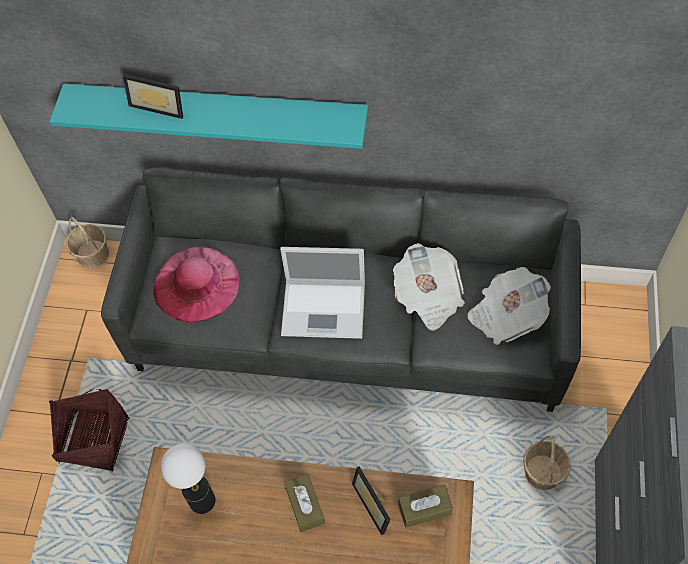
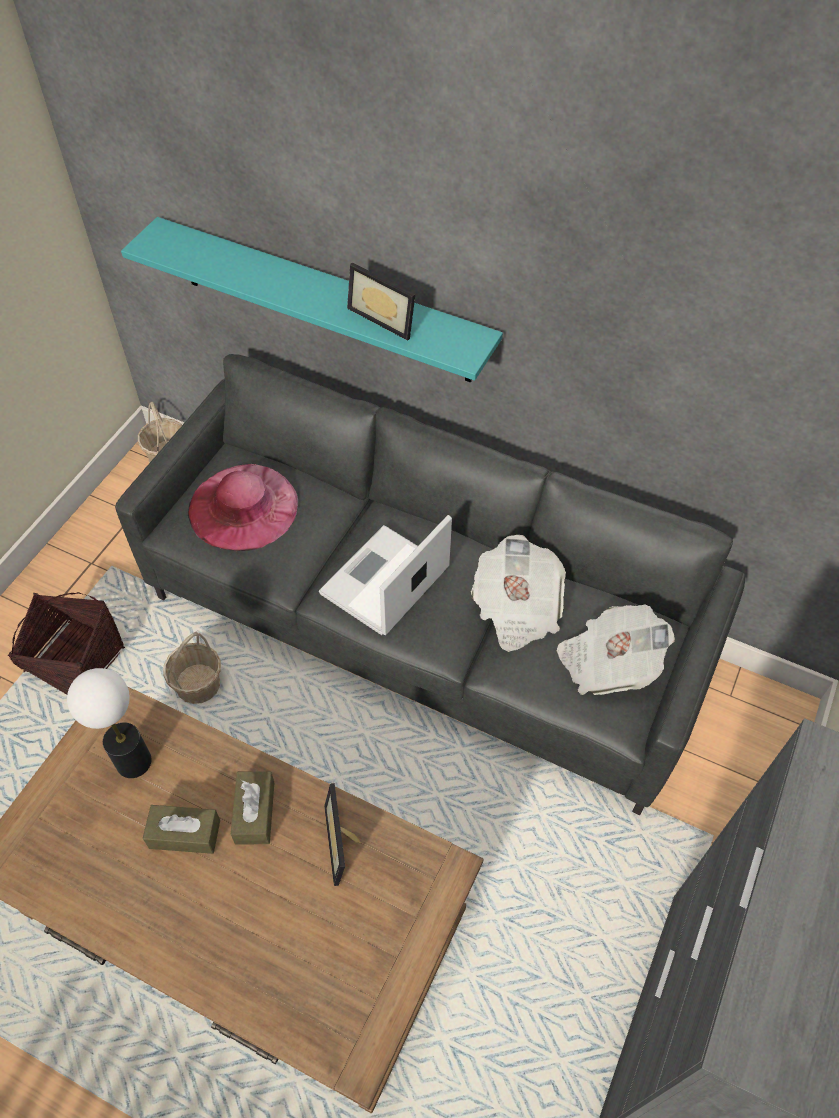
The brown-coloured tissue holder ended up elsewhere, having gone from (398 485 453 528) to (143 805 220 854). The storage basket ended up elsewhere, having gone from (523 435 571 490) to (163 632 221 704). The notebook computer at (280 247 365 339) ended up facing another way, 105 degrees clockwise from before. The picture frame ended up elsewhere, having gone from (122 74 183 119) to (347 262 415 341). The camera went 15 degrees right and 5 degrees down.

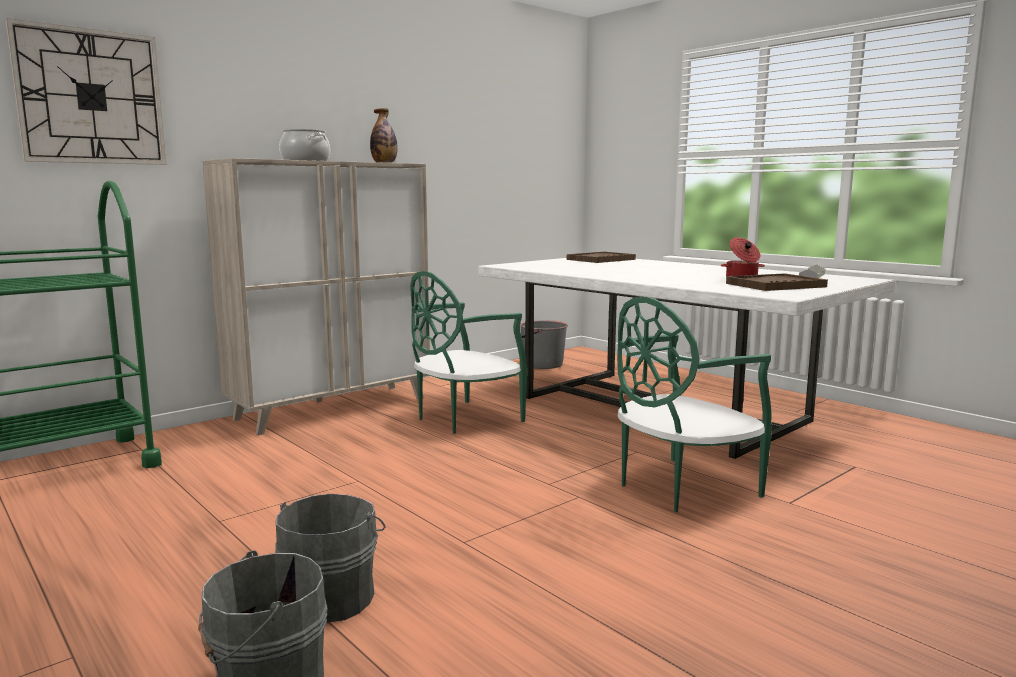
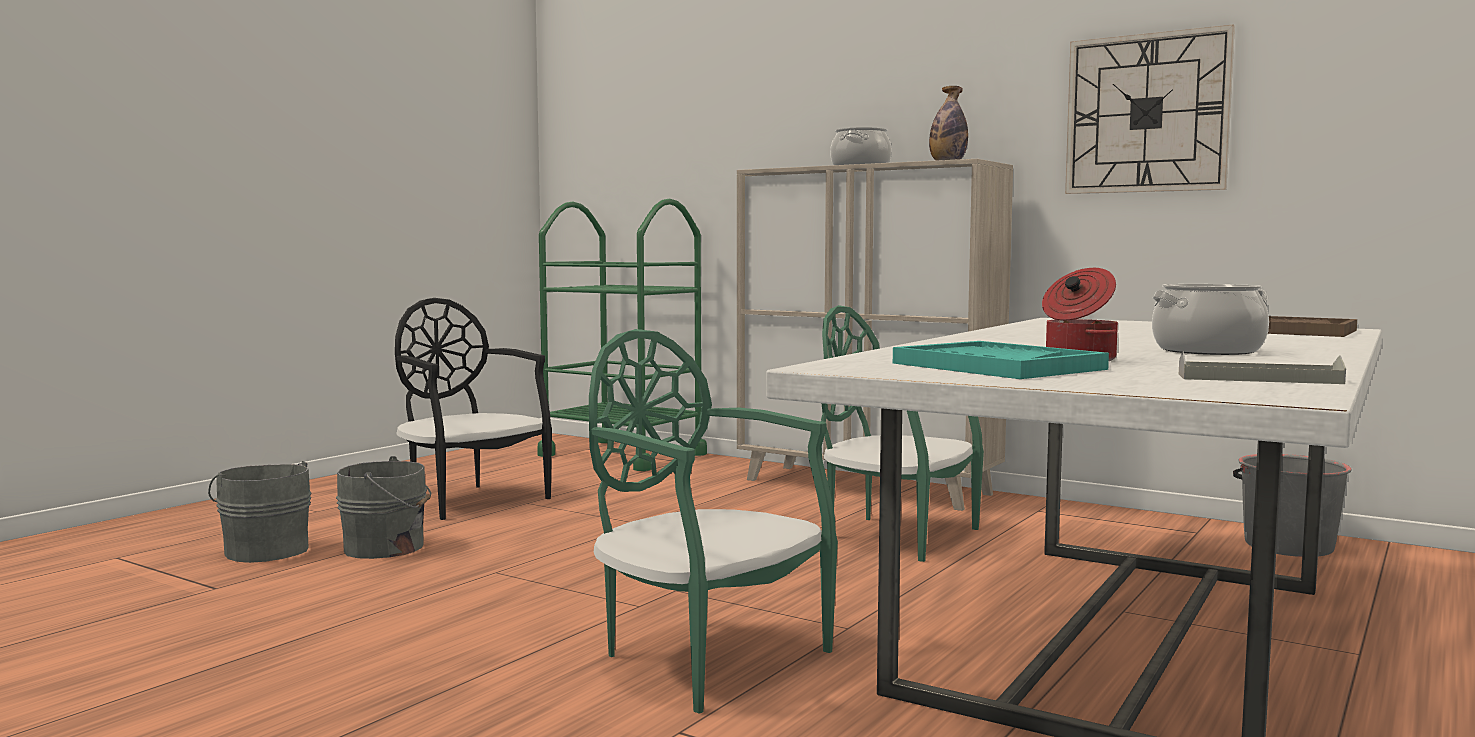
The second view gained the blackish chair at (395 298 552 520). What was the brown-coloured serving tray at (726 273 828 291) turned into the turquoise serving tray at (893 341 1109 379). The hanging clock ended up elsewhere, having gone from (5 18 166 165) to (1065 24 1235 194). The second view gained the saucepot at (1152 284 1269 355). The camera went 75 degrees right and 5 degrees down.

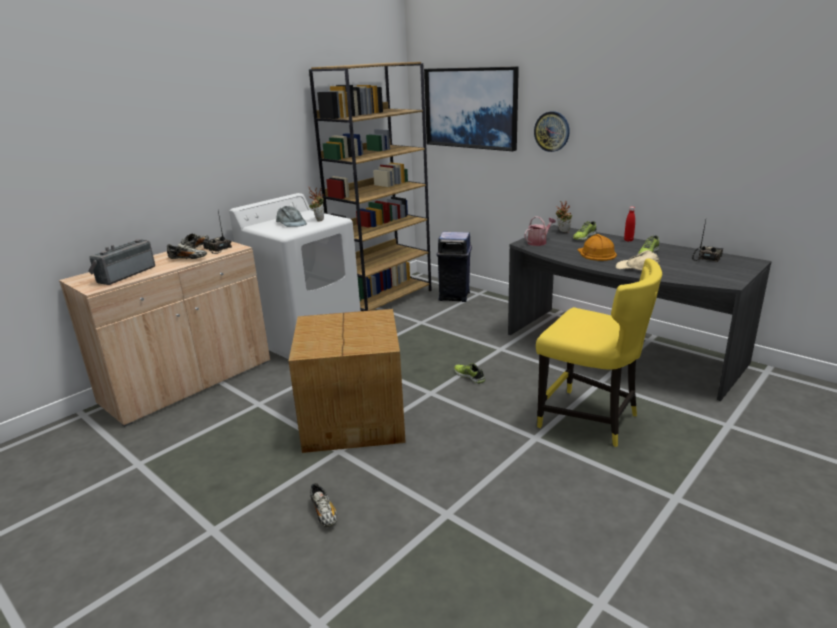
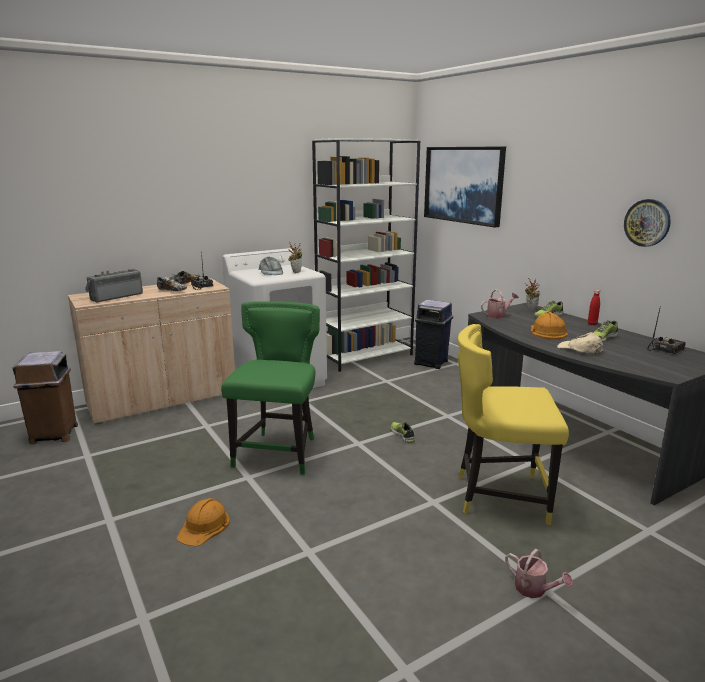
The second view gained the brown-coloured waste bin at (12 351 78 444). Where the low shoe stood at (310 483 338 527), the orange-coloured safety helmet came to stand at (177 498 230 547). Where the cardboard box stood at (289 309 406 453), the green-coloured chair came to stand at (221 301 320 475). What was the brown-coloured shelving unit at (309 62 432 311) turned into the whitish shelving unit at (312 138 420 372). The yellow chair at (536 259 662 447) ended up facing another way, 135 degrees clockwise from before. The second view gained the watering can at (505 549 573 598). The hanging clock ended up elsewhere, having gone from (534 111 570 152) to (624 199 671 247). The camera went 15 degrees right and 5 degrees down.

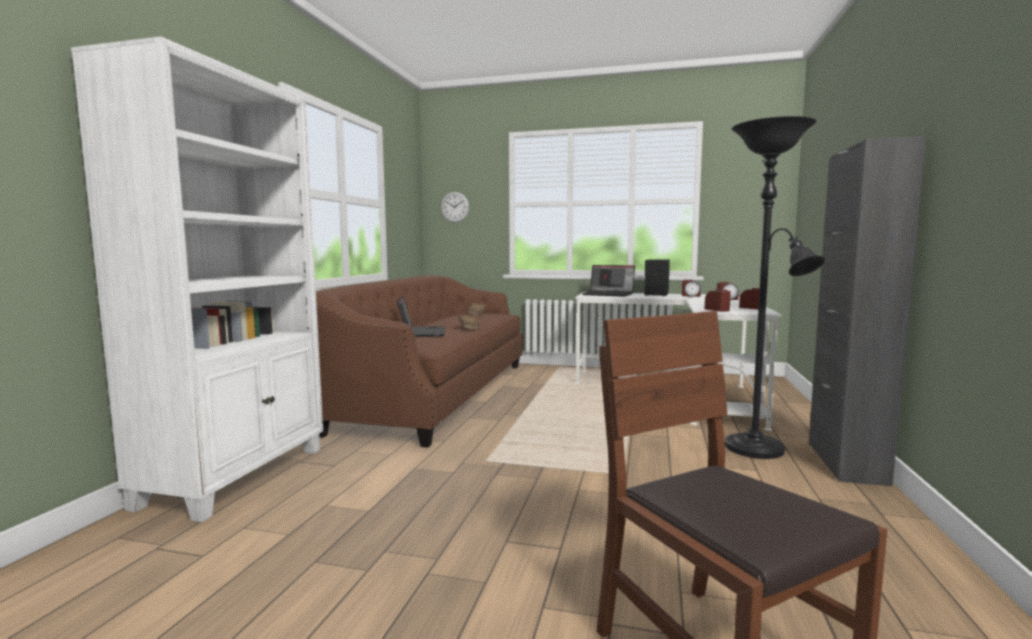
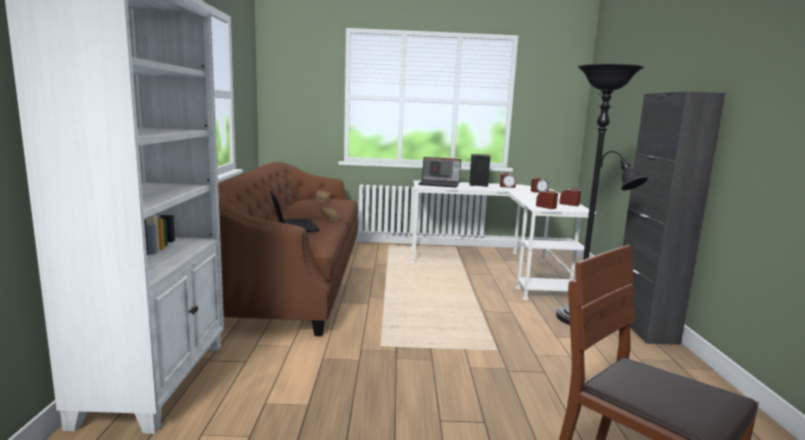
The second view lost the hanging clock at (441 192 469 223). The camera went 15 degrees left and 5 degrees up.

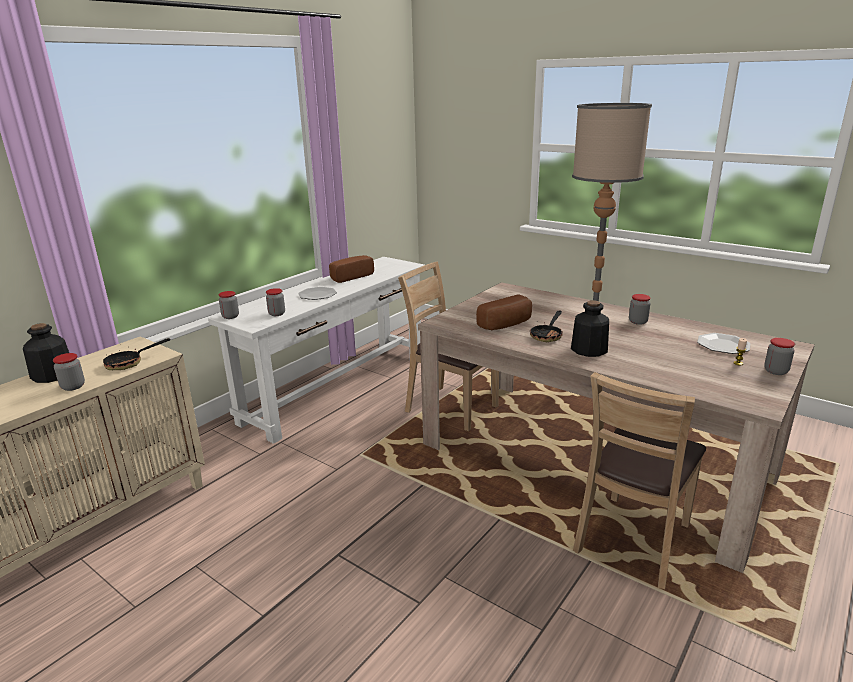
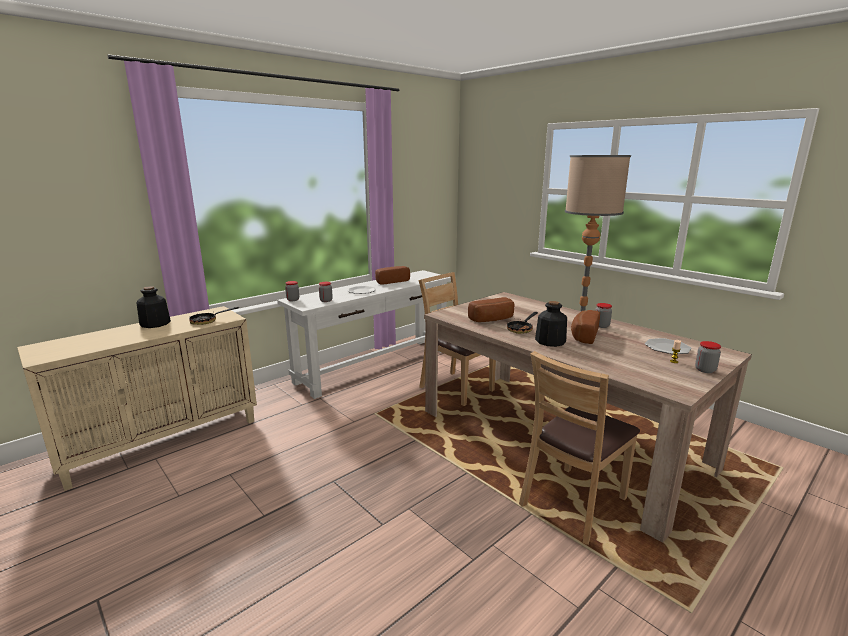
The second view gained the bread at (571 310 600 344). The second view lost the preserve jar at (53 353 85 391). The camera went 10 degrees right and 5 degrees down.

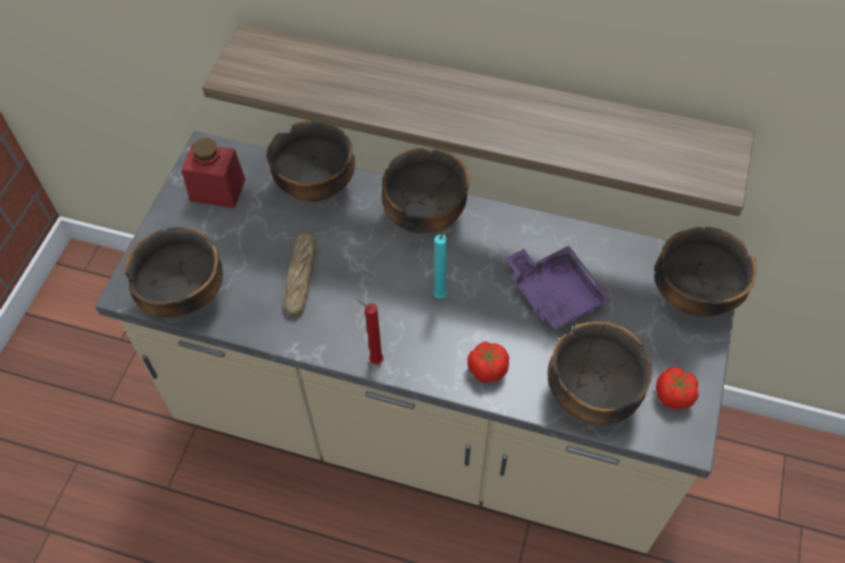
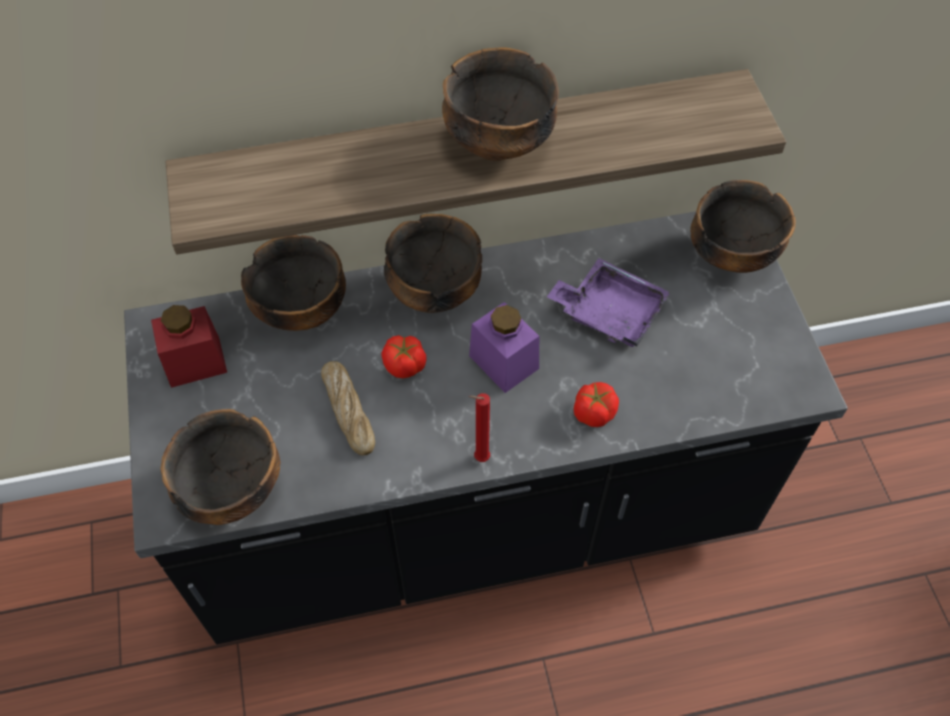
What was the beige kitchen counter at (95 131 735 553) turned into the blackish kitchen counter at (124 211 848 644). The fresh tomato ended up elsewhere, having gone from (656 367 698 409) to (382 335 427 378). The serving bowl ended up elsewhere, having gone from (548 321 652 425) to (442 48 559 161). Where the turquoise candle stood at (433 229 453 298), the purple preserve jar came to stand at (469 302 539 393). The camera went 30 degrees left and 0 degrees up.

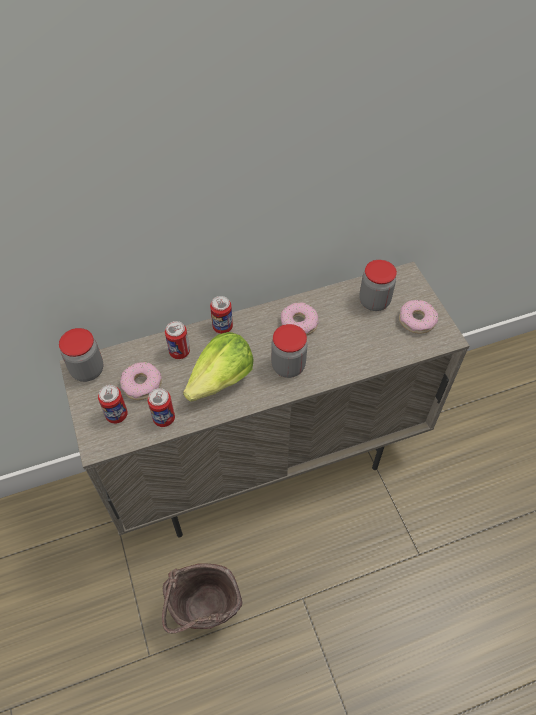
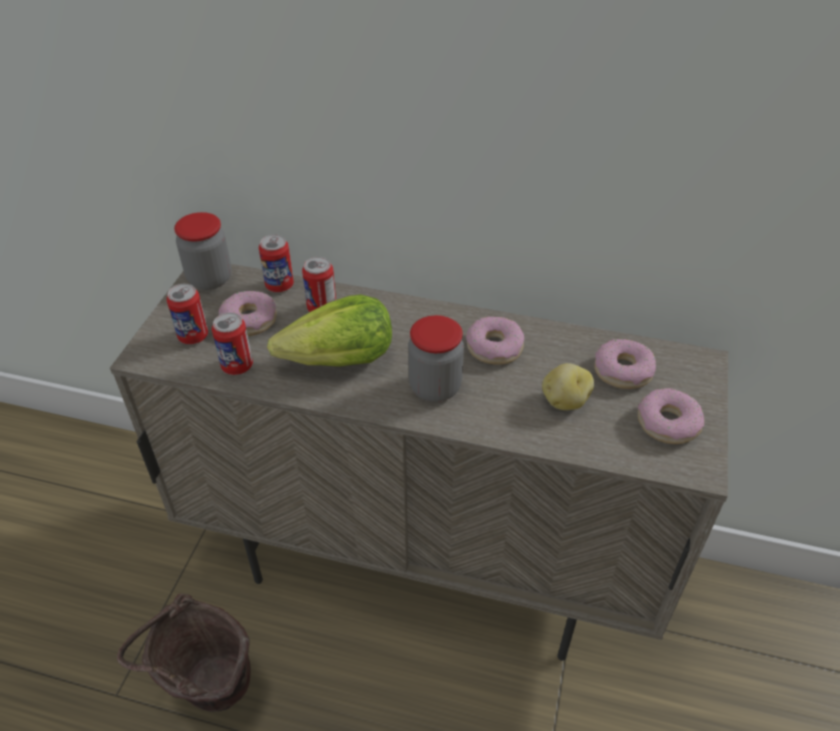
The can ended up elsewhere, having gone from (210 296 233 334) to (259 234 294 292). The second view gained the potato at (542 363 594 410). Where the preserve jar stood at (359 260 397 311), the donut came to stand at (594 339 656 389). The camera went 35 degrees right and 10 degrees down.

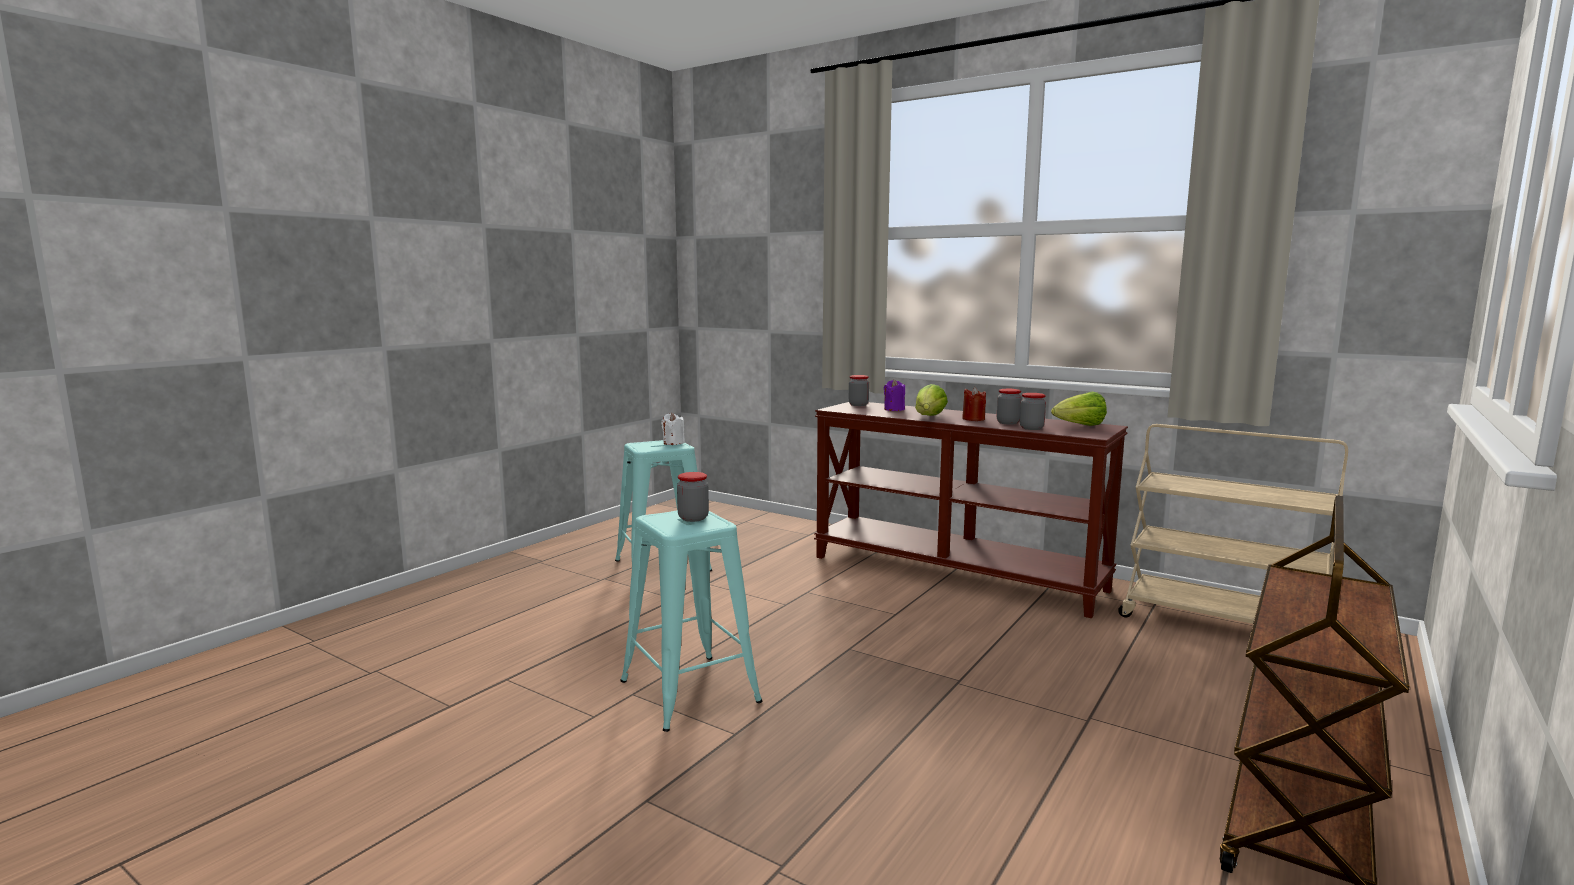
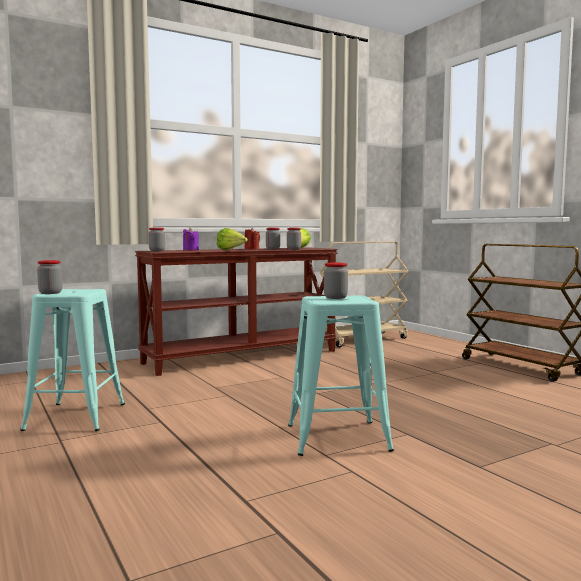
The second view gained the preserve jar at (37 260 63 294). The second view lost the whitish candle at (661 413 685 445). The camera went 65 degrees left and 5 degrees down.

